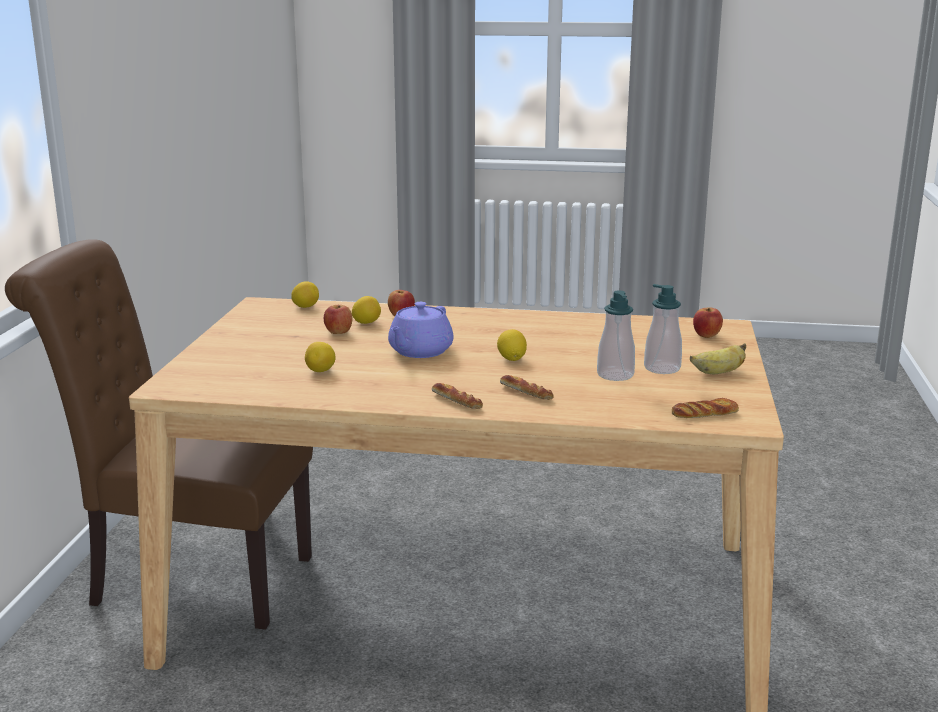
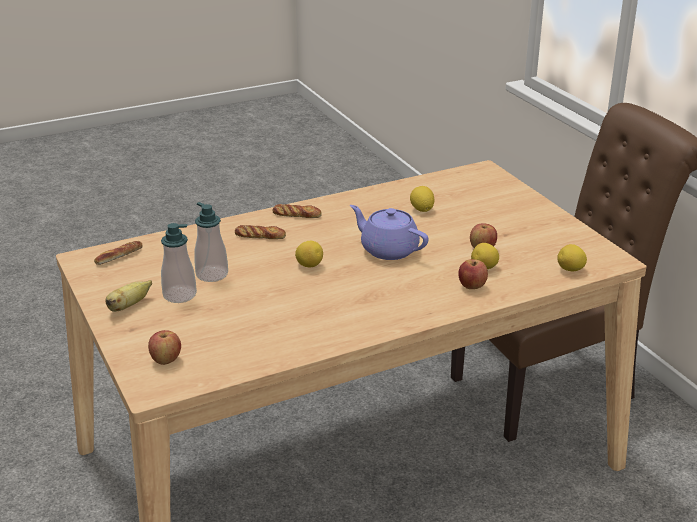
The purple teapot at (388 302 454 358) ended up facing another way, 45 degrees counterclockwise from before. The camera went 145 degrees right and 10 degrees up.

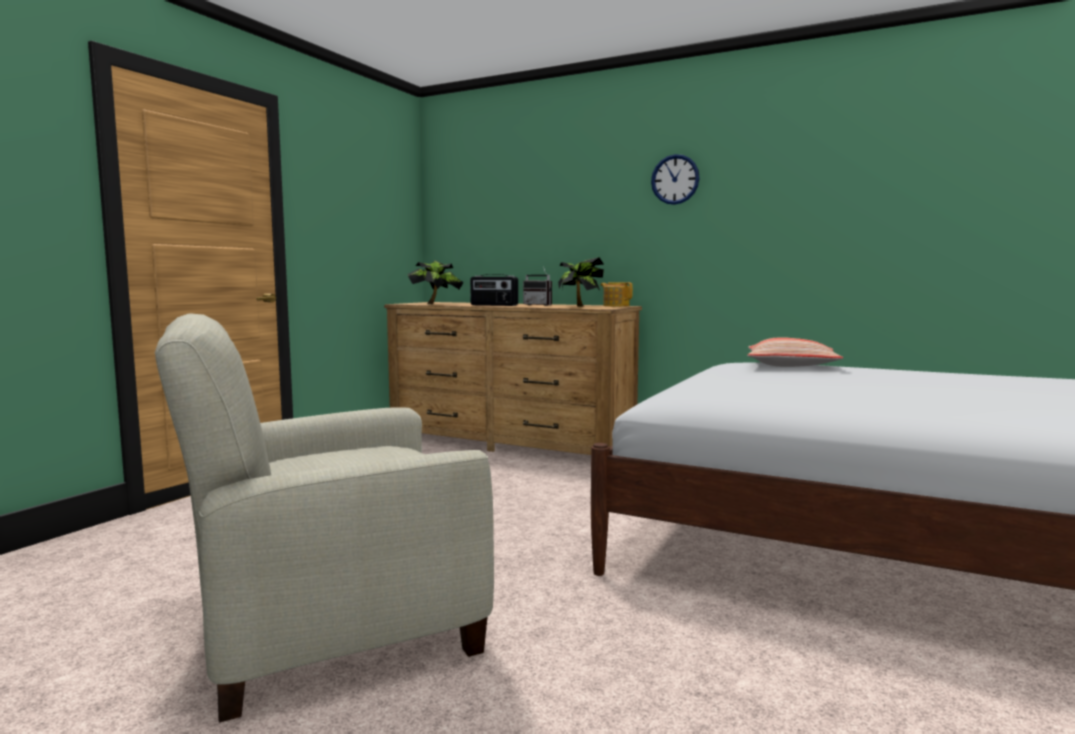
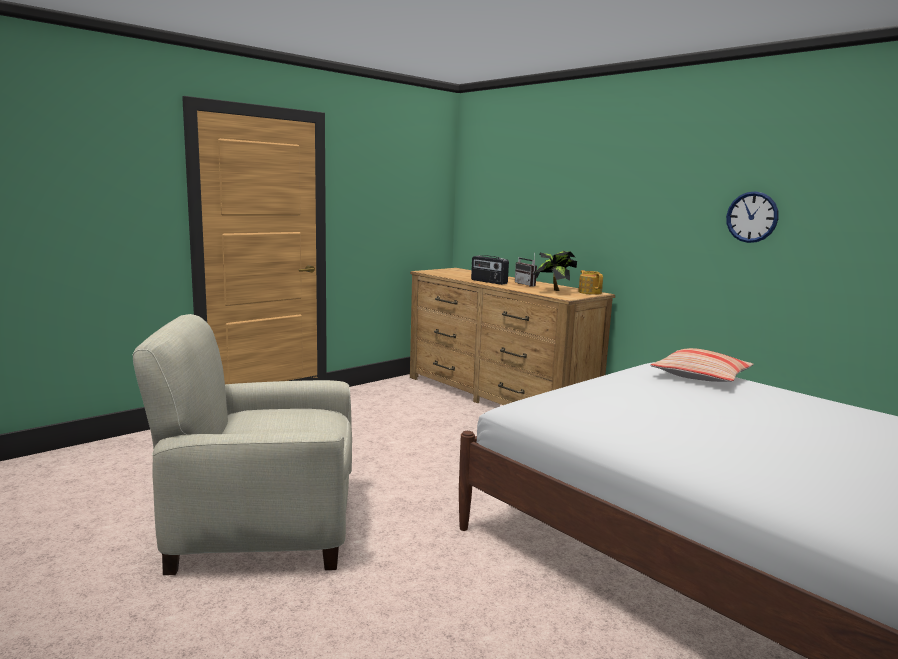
The hanging clock ended up elsewhere, having gone from (651 154 700 205) to (726 191 779 243). The second view lost the houseplant at (407 260 464 304). The camera went 20 degrees right and 5 degrees up.

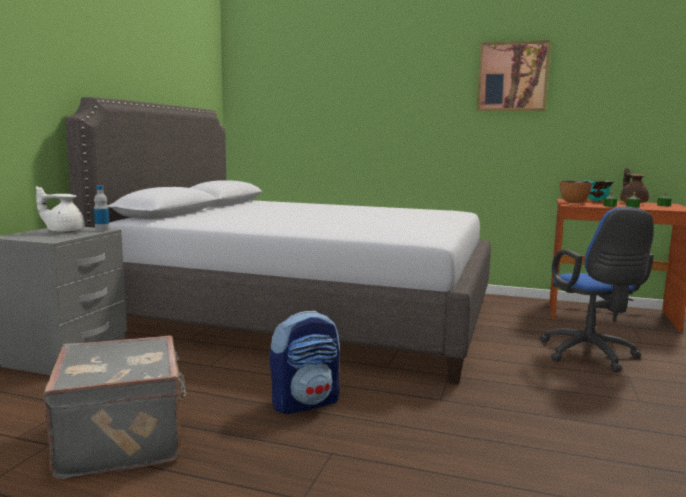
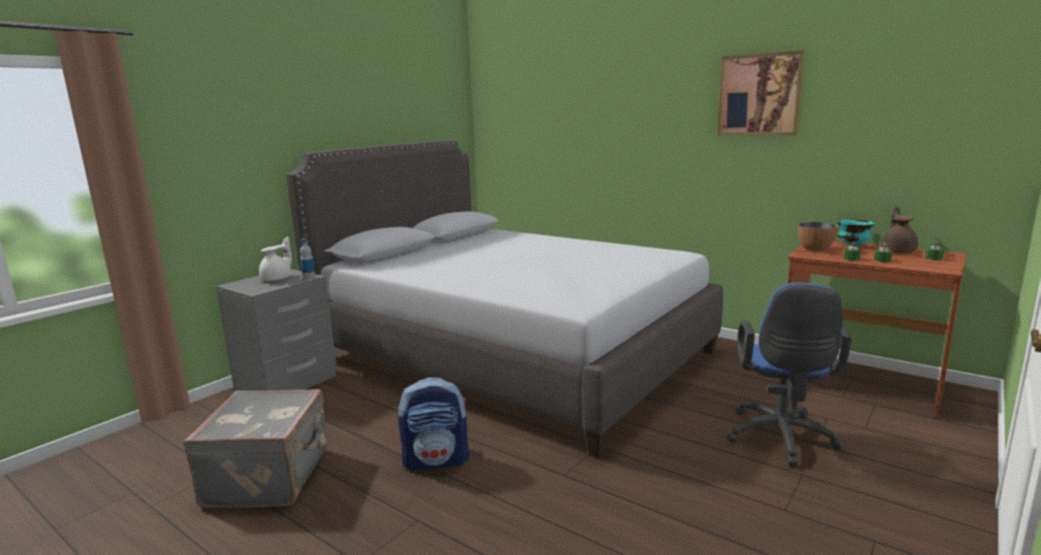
The whitish teapot at (36 186 84 233) ended up facing another way, 105 degrees clockwise from before. The camera went 20 degrees right and 5 degrees up.

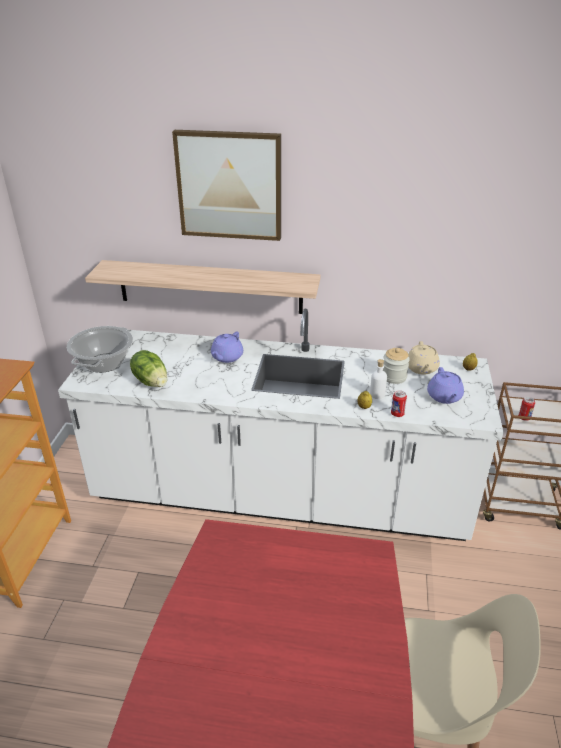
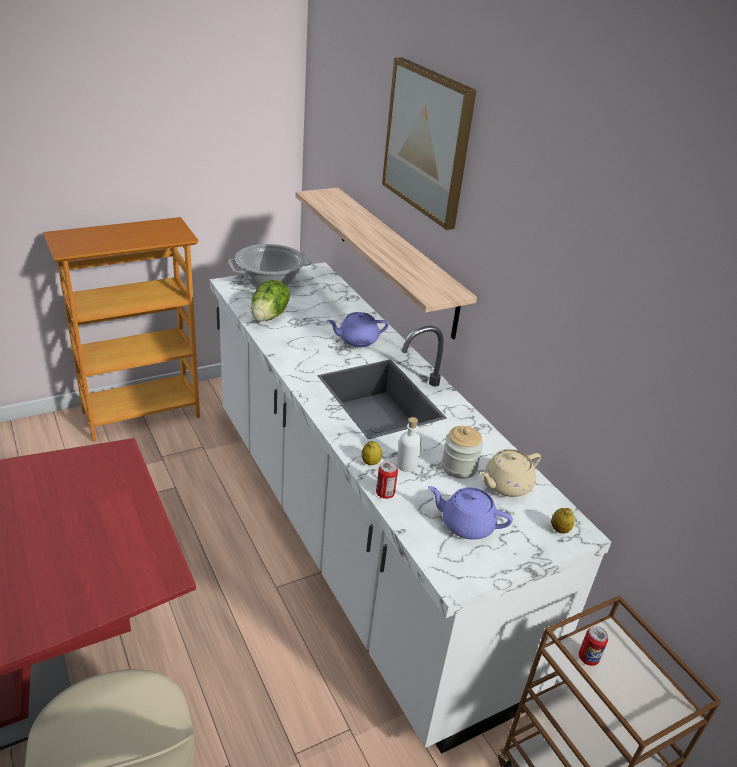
The purple teapot at (427 367 464 404) ended up facing another way, 60 degrees clockwise from before. The camera went 50 degrees right and 0 degrees up.

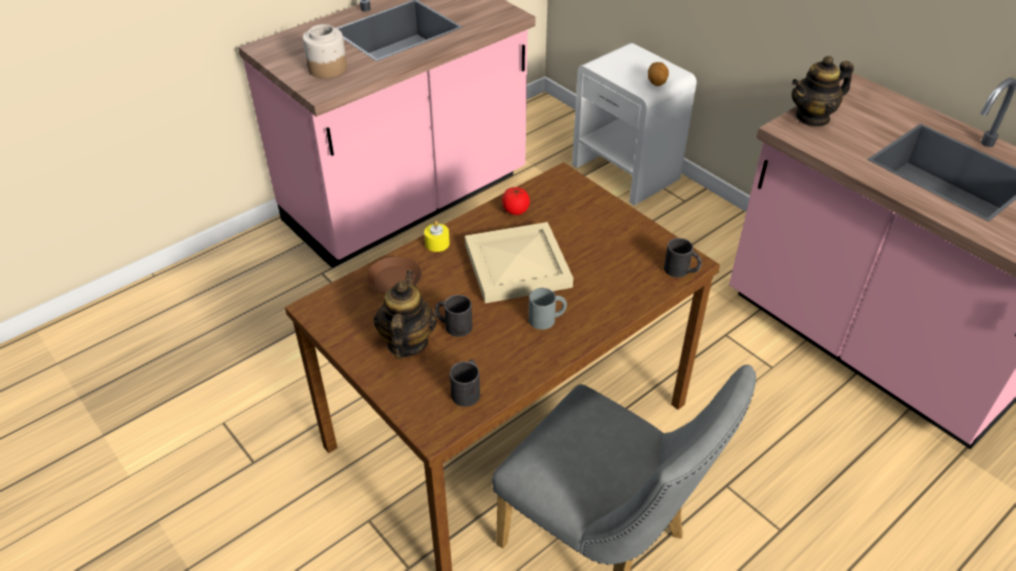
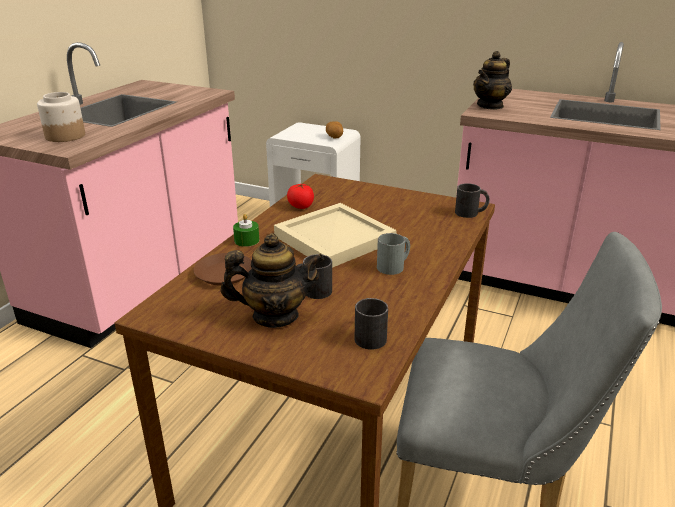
The teapot at (374 270 437 359) ended up facing another way, 105 degrees clockwise from before. What was the yellow candle at (424 221 450 252) turned into the green-coloured candle at (233 214 259 247). The camera went 25 degrees left and 15 degrees down.

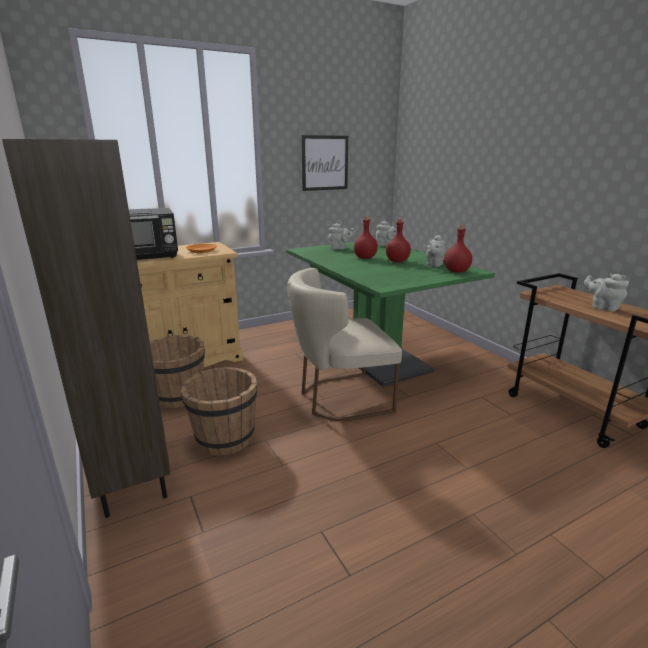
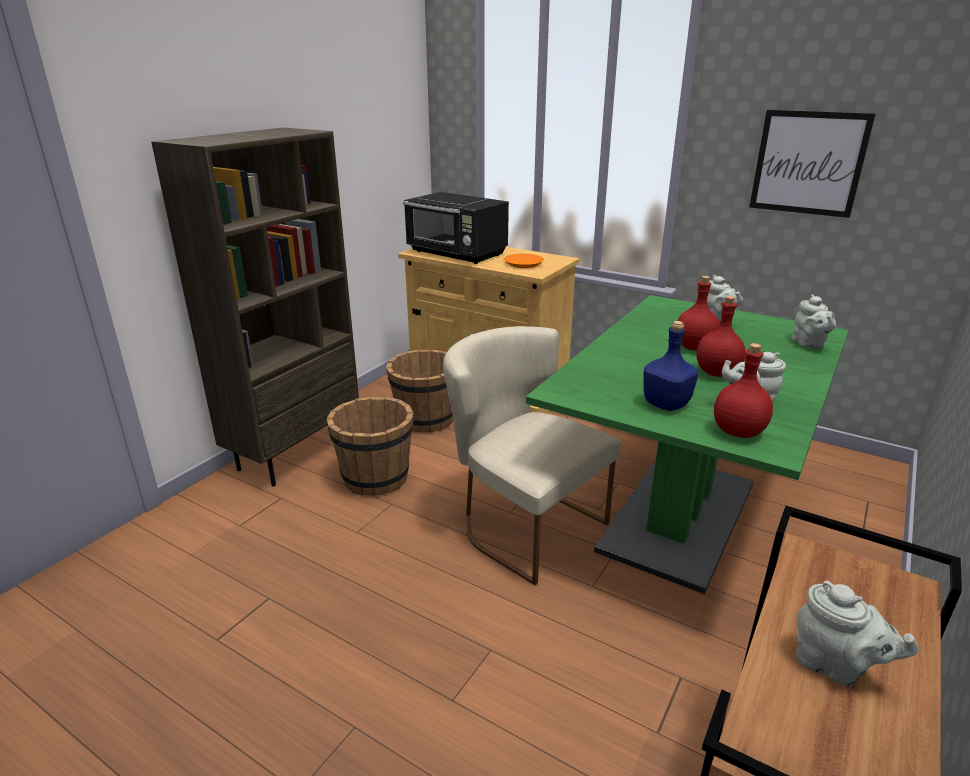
The second view gained the bluish bottle at (643 321 698 411). The gray teapot at (584 274 629 311) ended up facing another way, 120 degrees clockwise from before. The camera went 60 degrees right and 5 degrees up.

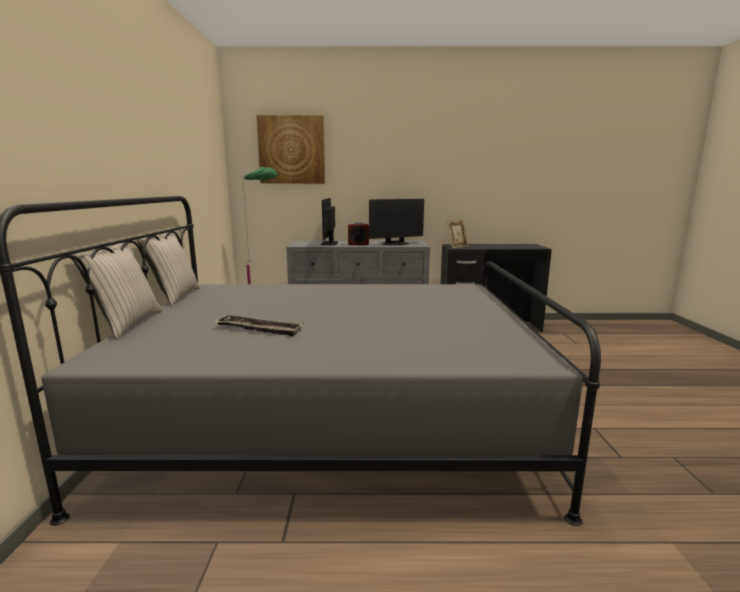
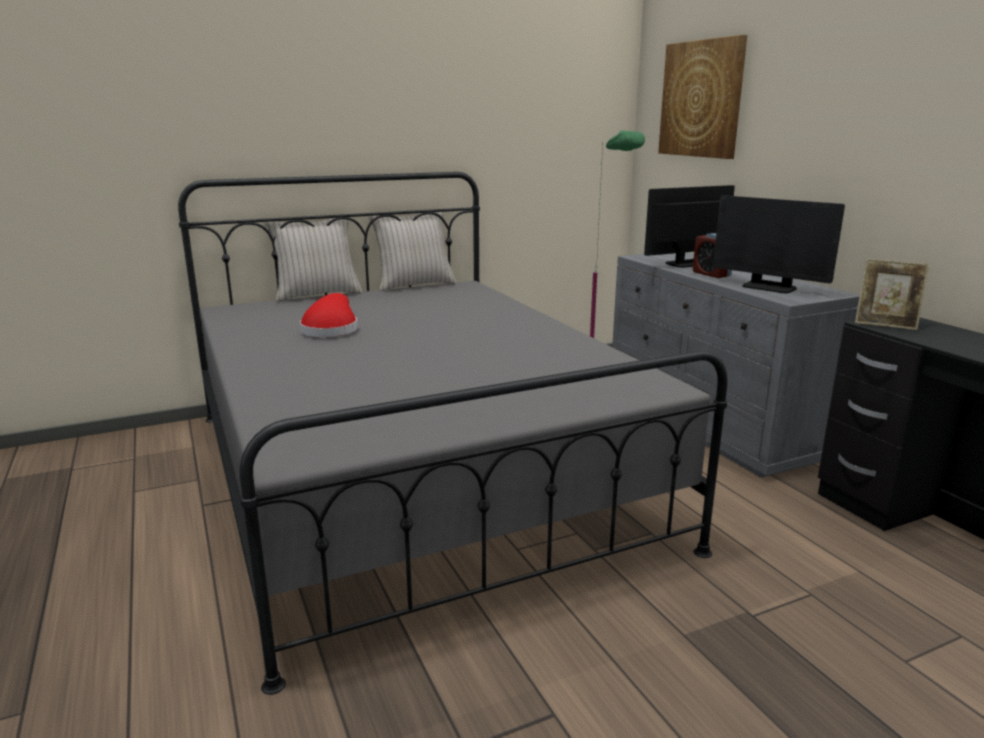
Where the serving tray stood at (214 315 303 337), the red wearable hat came to stand at (300 293 358 337). The camera went 65 degrees right and 5 degrees up.

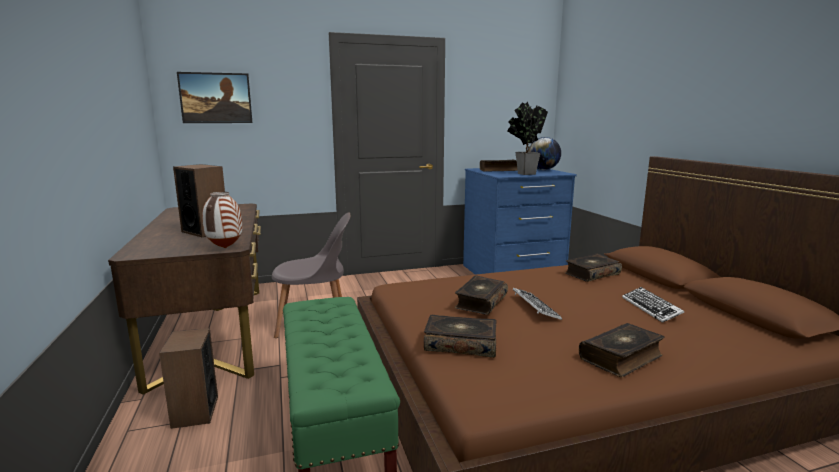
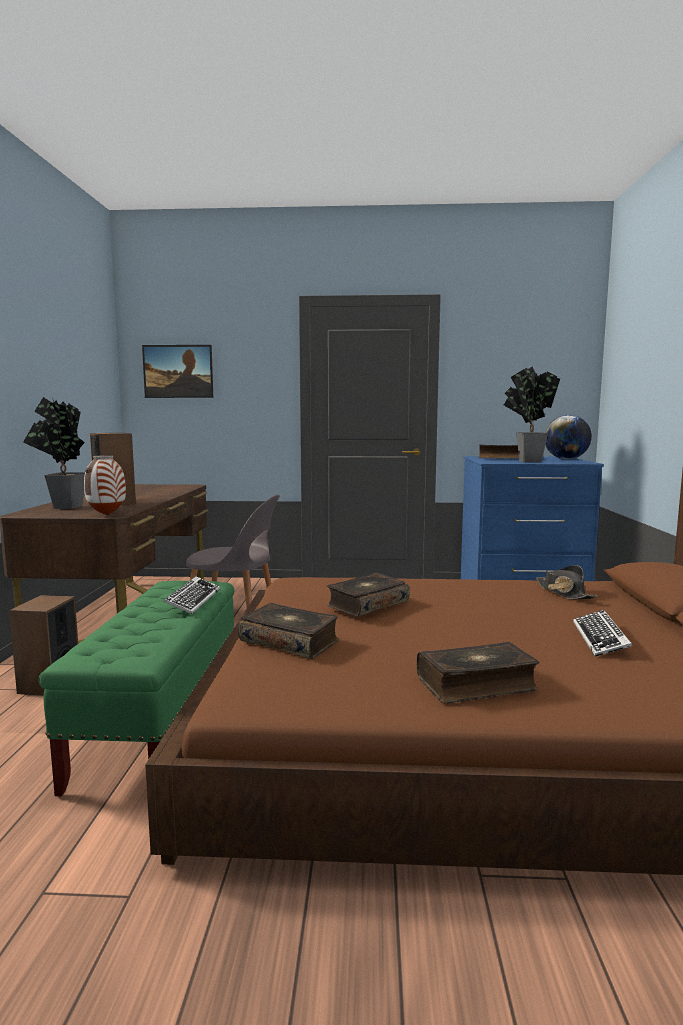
The second view gained the houseplant at (23 397 85 509). The keyboard ended up elsewhere, having gone from (513 288 562 320) to (163 576 220 614). Where the volume stood at (565 254 622 282), the blackish wearable hat came to stand at (536 565 597 599). The camera went 20 degrees right and 5 degrees down.

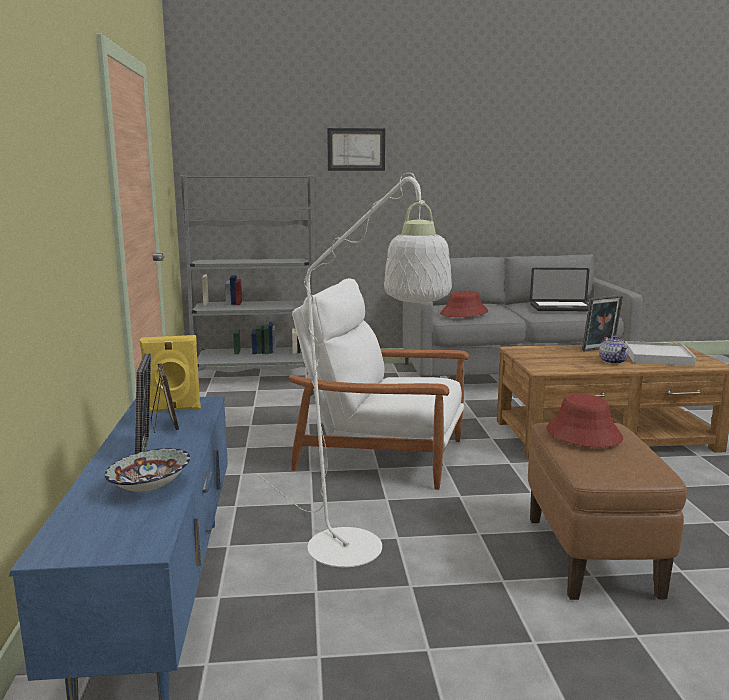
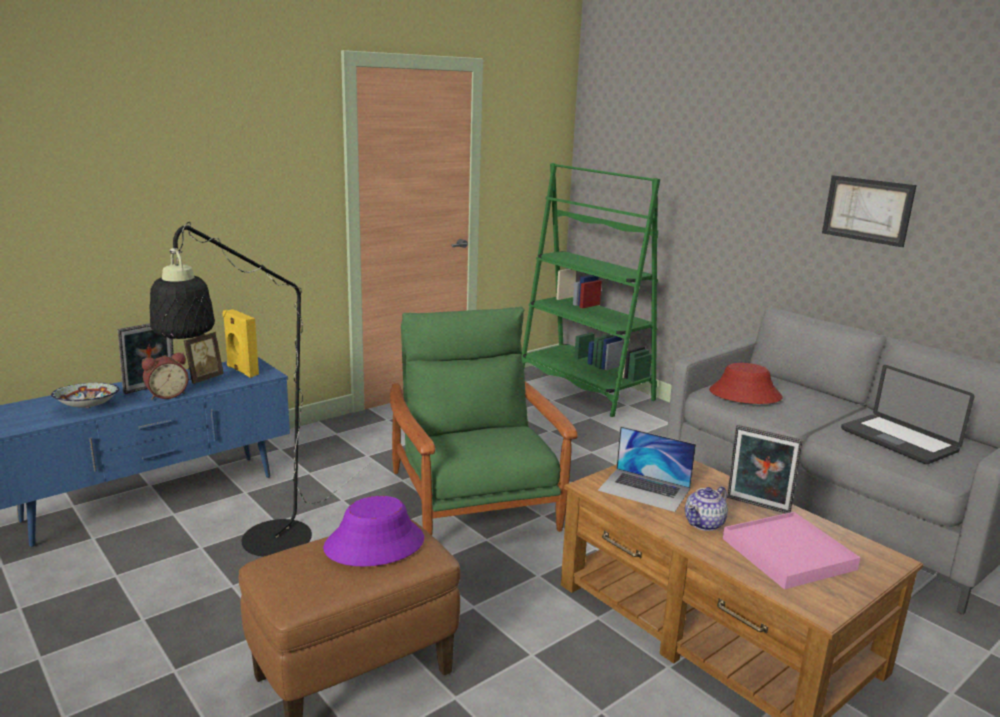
The second view gained the bedside clock at (142 353 188 400). What was the whitish standing lamp at (256 172 452 567) turned into the blackish standing lamp at (149 222 373 557). What was the red wearable hat at (546 394 623 447) turned into the purple wearable hat at (323 496 424 567). What was the whitish easy chair at (289 278 470 490) turned into the green-coloured easy chair at (390 307 578 535). What was the gray shelving unit at (180 175 316 372) turned into the green-coloured shelving unit at (521 163 660 417). The second view gained the notebook computer at (598 426 696 512). What was the whitish serving tray at (625 341 696 366) turned into the pink serving tray at (723 512 861 589). The picture ended up elsewhere, having gone from (327 128 385 171) to (822 175 917 247). The camera went 55 degrees right and 5 degrees up.

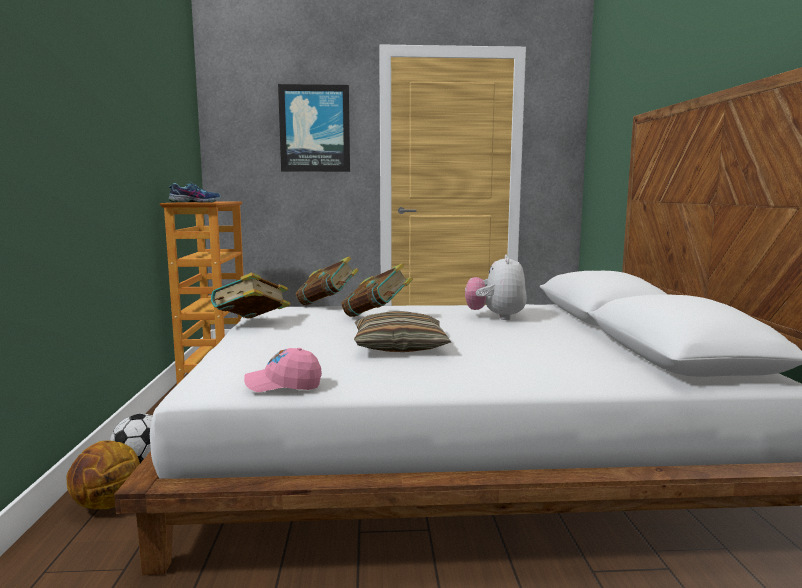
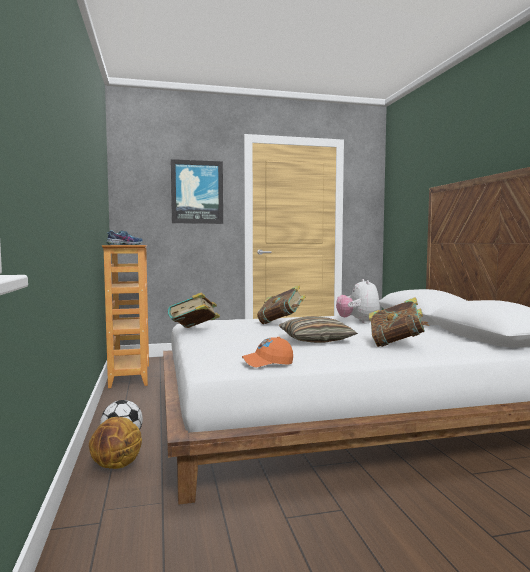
What was the pink cap at (244 348 322 392) turned into the orange-coloured cap at (242 337 293 367). The volume ended up elsewhere, having gone from (296 256 359 305) to (369 297 429 347). The camera went 10 degrees left and 5 degrees down.

